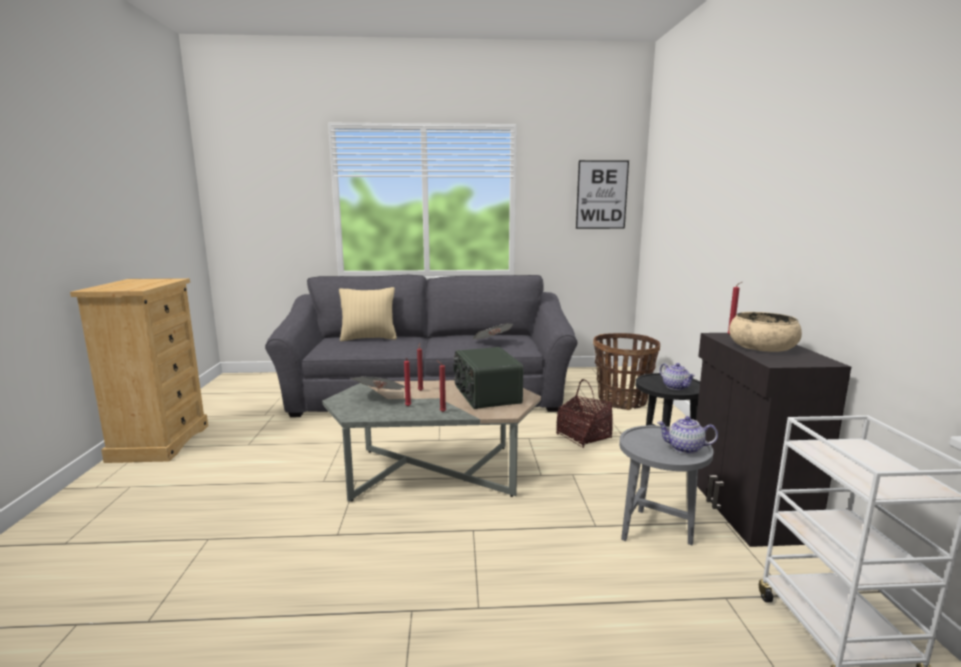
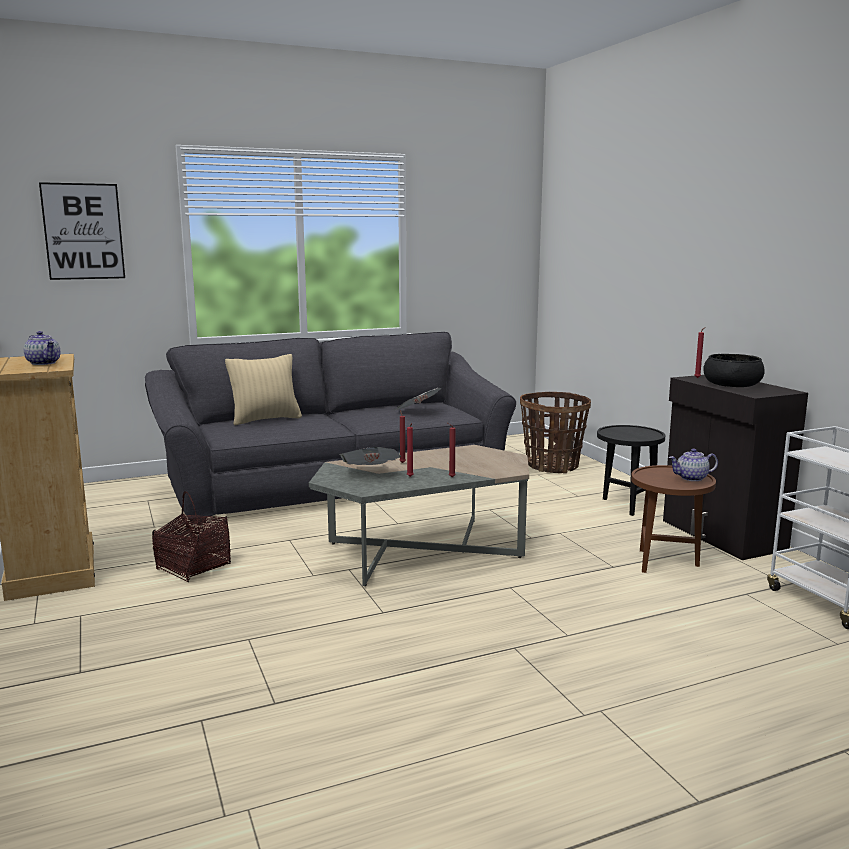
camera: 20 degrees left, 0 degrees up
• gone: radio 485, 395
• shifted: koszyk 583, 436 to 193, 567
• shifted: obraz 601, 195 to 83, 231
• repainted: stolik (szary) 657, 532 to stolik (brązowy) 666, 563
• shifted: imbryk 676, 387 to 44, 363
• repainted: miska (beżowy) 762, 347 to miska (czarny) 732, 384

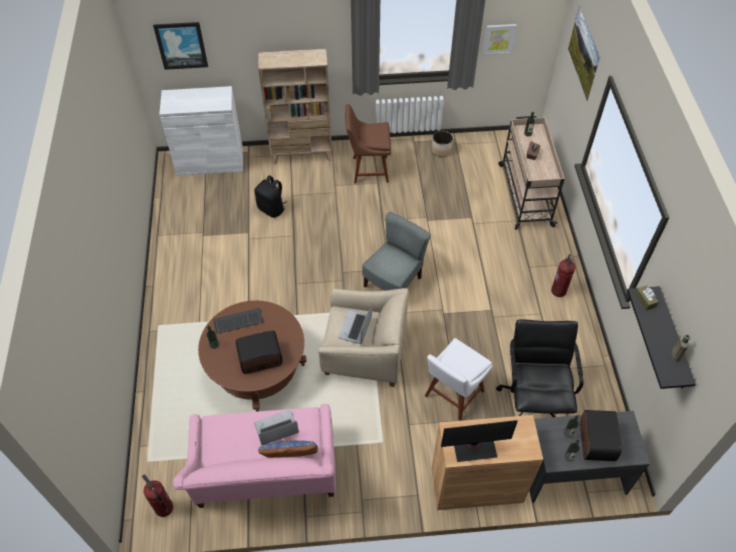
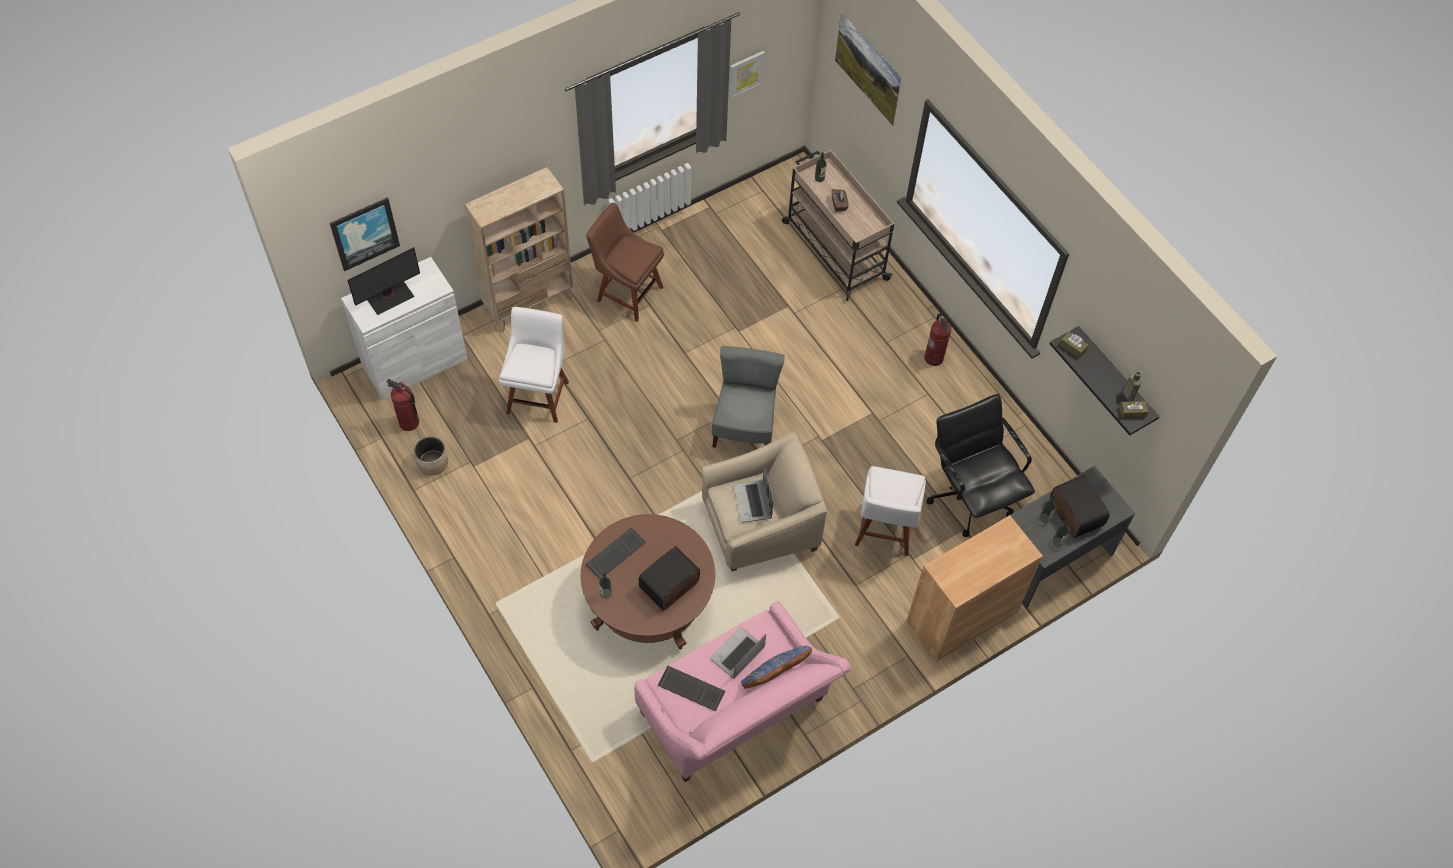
camera: 30 degrees left, 5 degrees up
• shifted: gaśnica 164, 508 to 409, 422
• swapped: plecak (czarny) 272, 209 to krzesło (biały) 538, 394
• rotated: krzesło (brązowy) 368, 169 = 627, 292 60 degrees clockwise
• shifted: donica 441, 150 to 432, 462
• shifted: monitor 474, 446 to 389, 296
• new: klawiatura 690, 689
• new: pudełko chusteczek (brązowy) 1132, 412

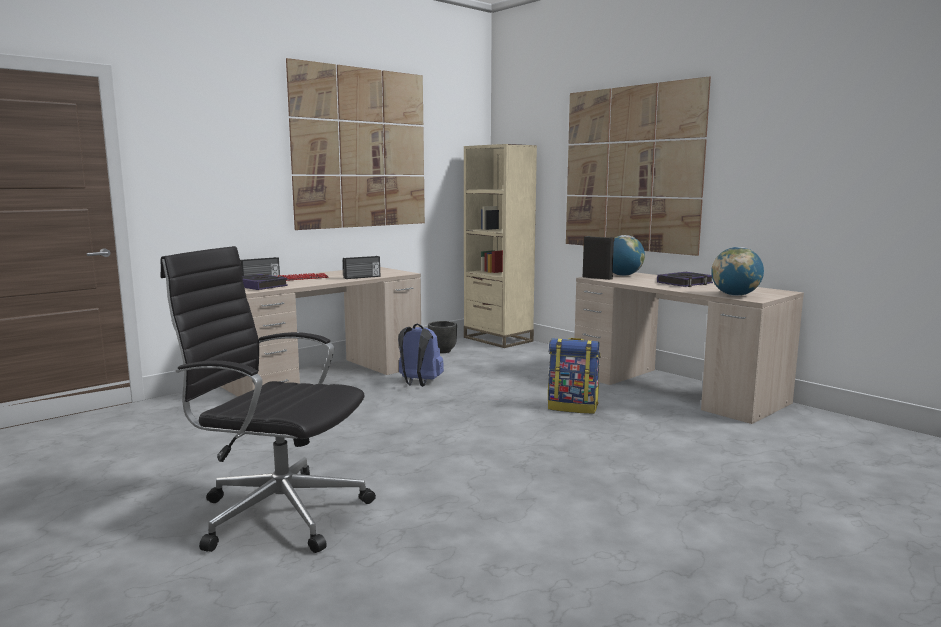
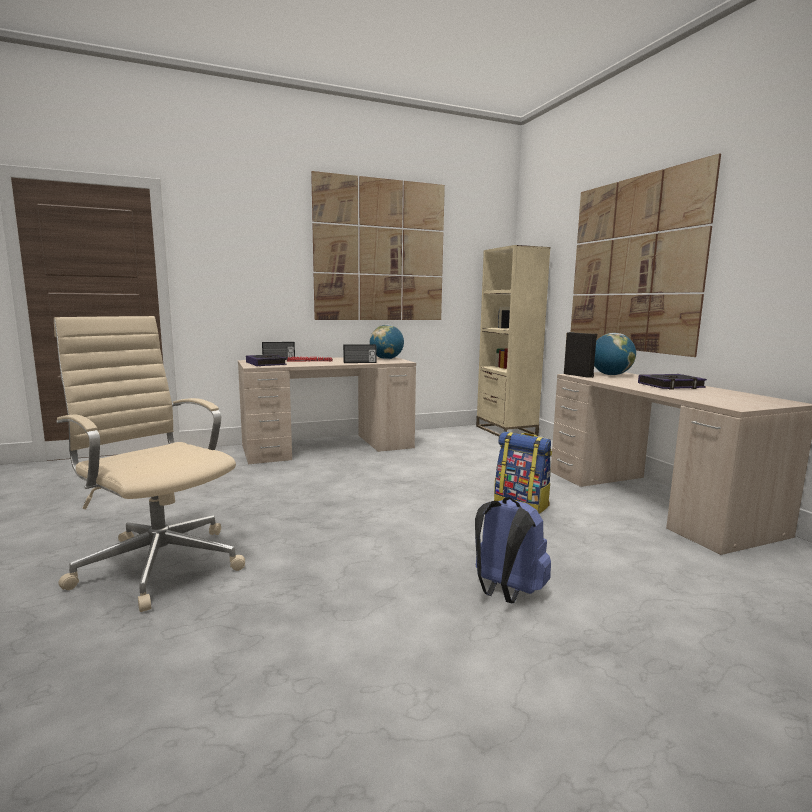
camera: 20 degrees right, 0 degrees up
• repainted: krzesło biurowe (czarny) 278, 512 to krzesło biurowe (beżowy) 159, 563
• shifted: plecak (niebieski) 419, 383 to 506, 592
• gone: donica (czarny) 442, 351
• shifted: globus 735, 295 to 386, 359

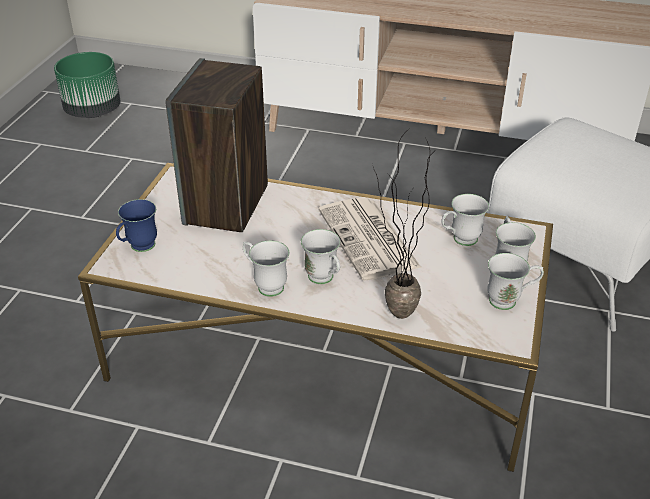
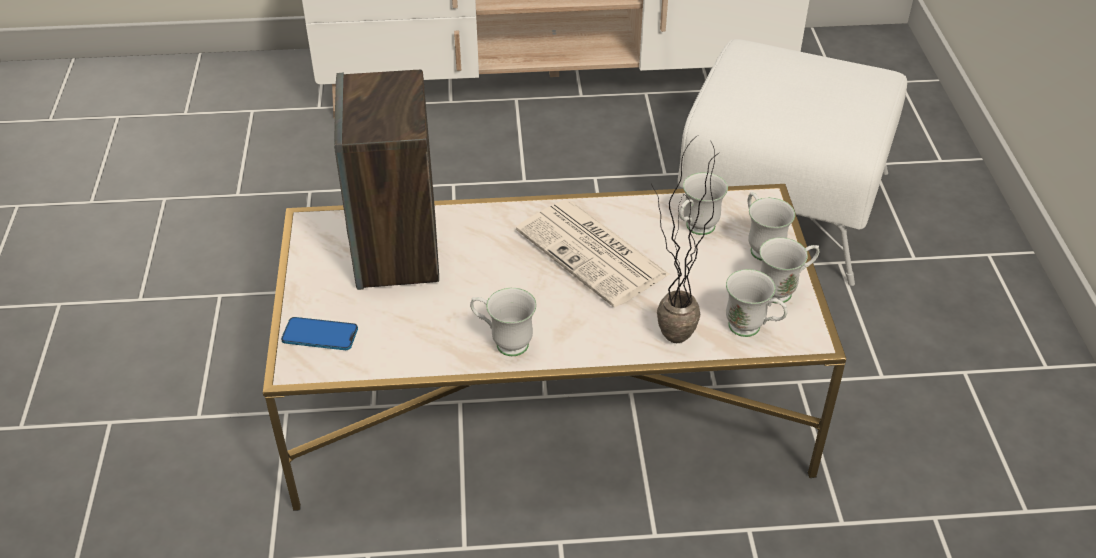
camera: 20 degrees left, 5 degrees up
• gone: donica (zielony) 93, 111
• swapped: kubek (niebieski) 138, 248 to telefon 320, 335
• shifted: kubek (biały) 324, 280 to 752, 330

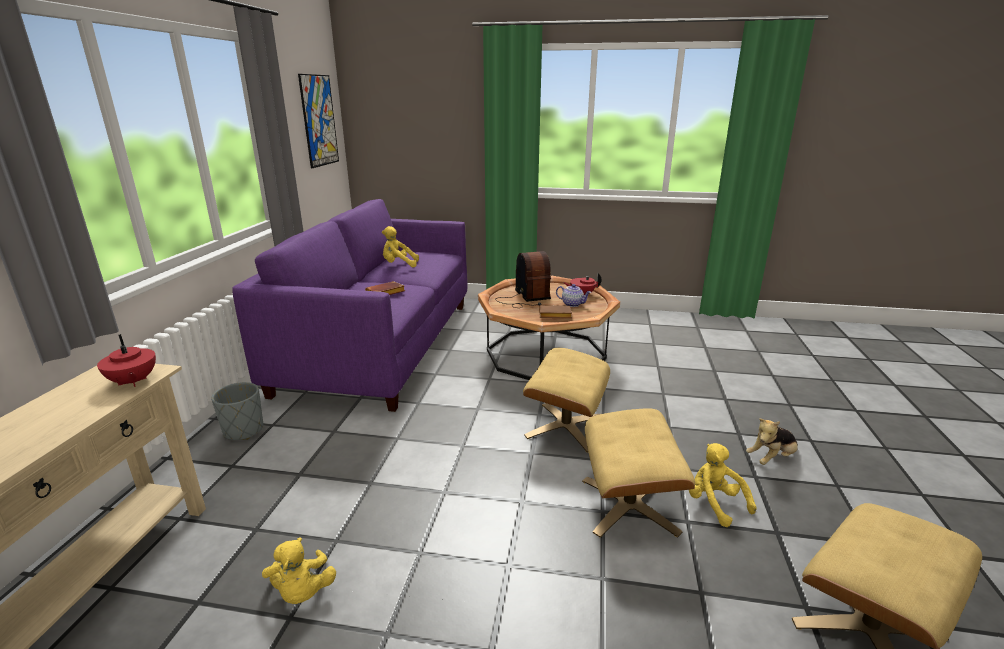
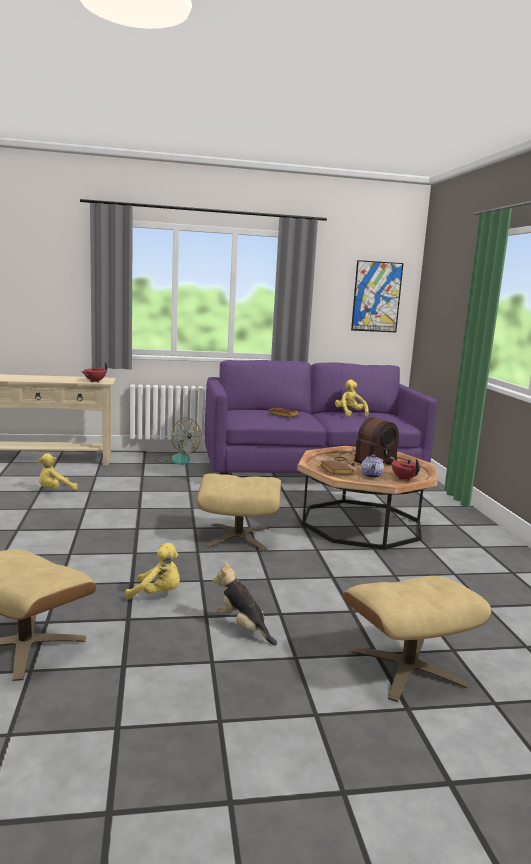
camera: 70 degrees right, 10 degrees down
• swapped: donica (szary) 243, 430 to wentylator 176, 459
• shifted: pufa (beżowy) 629, 506 to 407, 668
• rotated: pluszak (żółty) 715, 503 = 158, 594 60 degrees clockwise

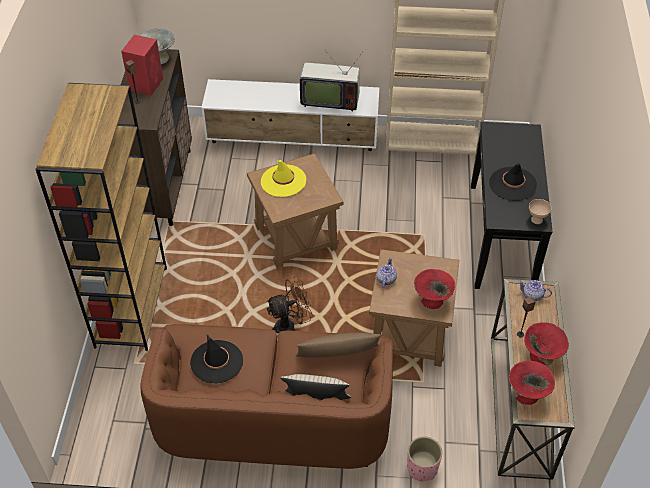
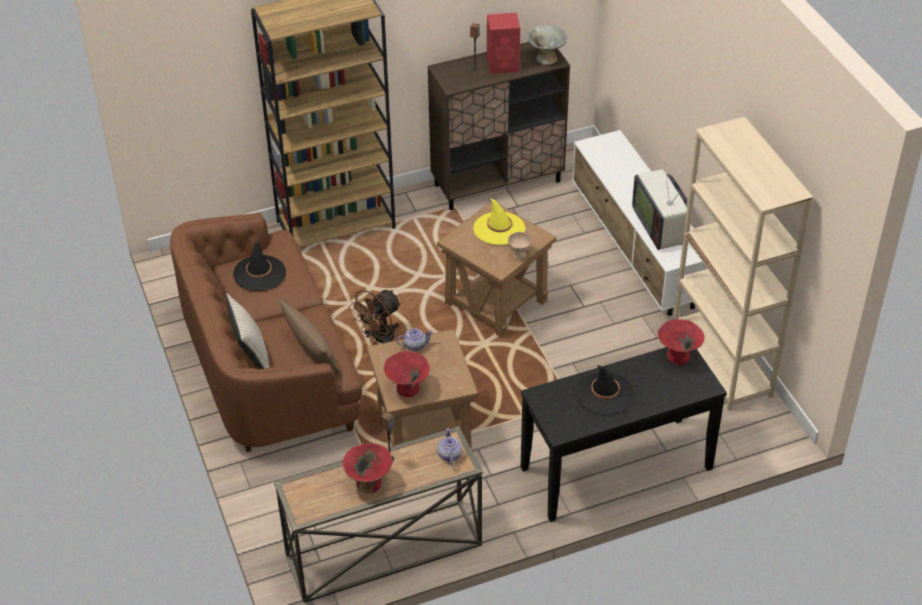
camera: 65 degrees right, 5 degrees down
• rotated: wentylator (brązowy) 290, 326 = 379, 339 90 degrees clockwise
• gone: donica (różowy) 422, 468
• shifted: miska (czerwony) 526, 395 to 678, 356
• shifted: miska (beżowy) 537, 220 to 519, 255

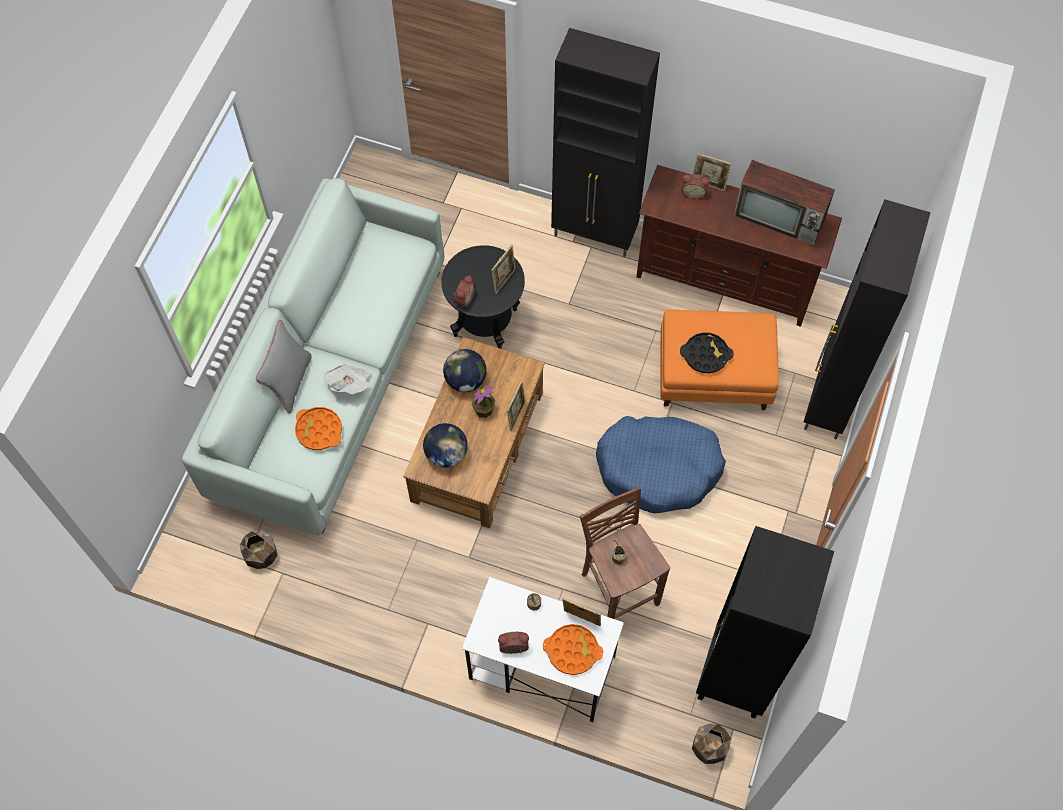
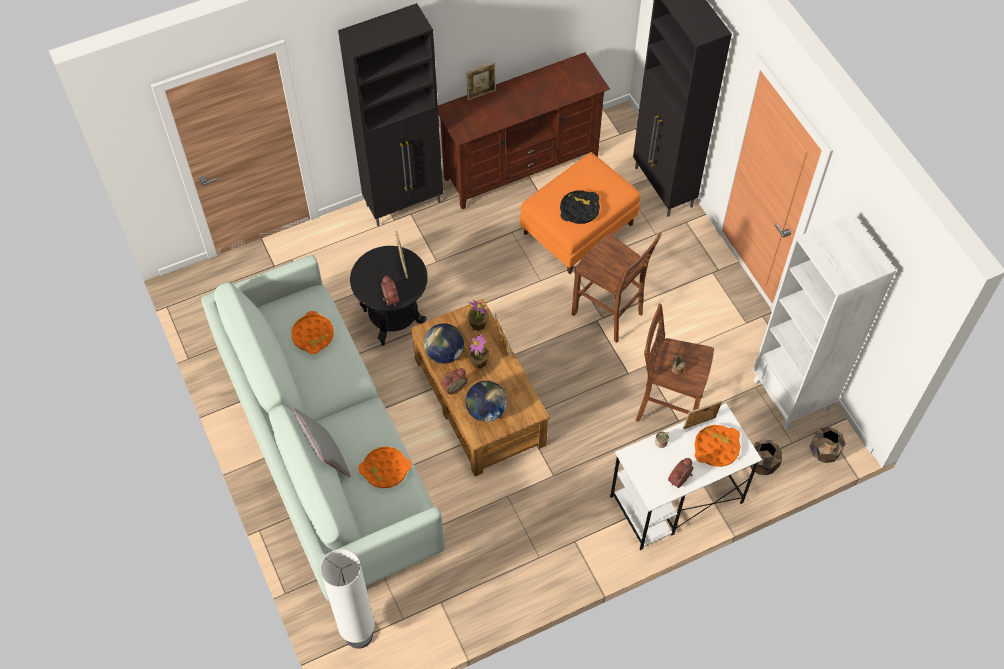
camera: 45 degrees left, 5 degrees down
• shifted: donica (brązowy) 261, 555 to 761, 464
• gone: gazeta 350, 384
• swapped: legowisko (niebieski) 658, 468 to stołek (brązowy) 609, 314
• shifted: budzik 693, 192 to 453, 386
• repainted: regał (czarny) 736, 676 to regał (biały) 792, 395
• gone: telewizor 780, 219
• new: taca (pomarańczowy) 313, 335
• new: lampa stojąca (biały) 359, 635
• new: roślina doniczkowa 478, 324

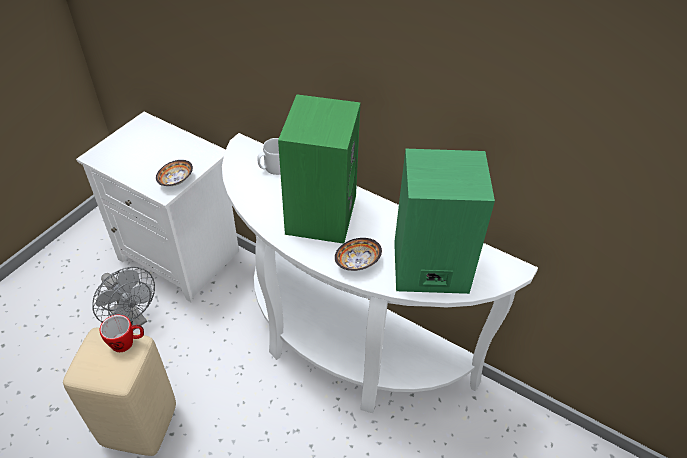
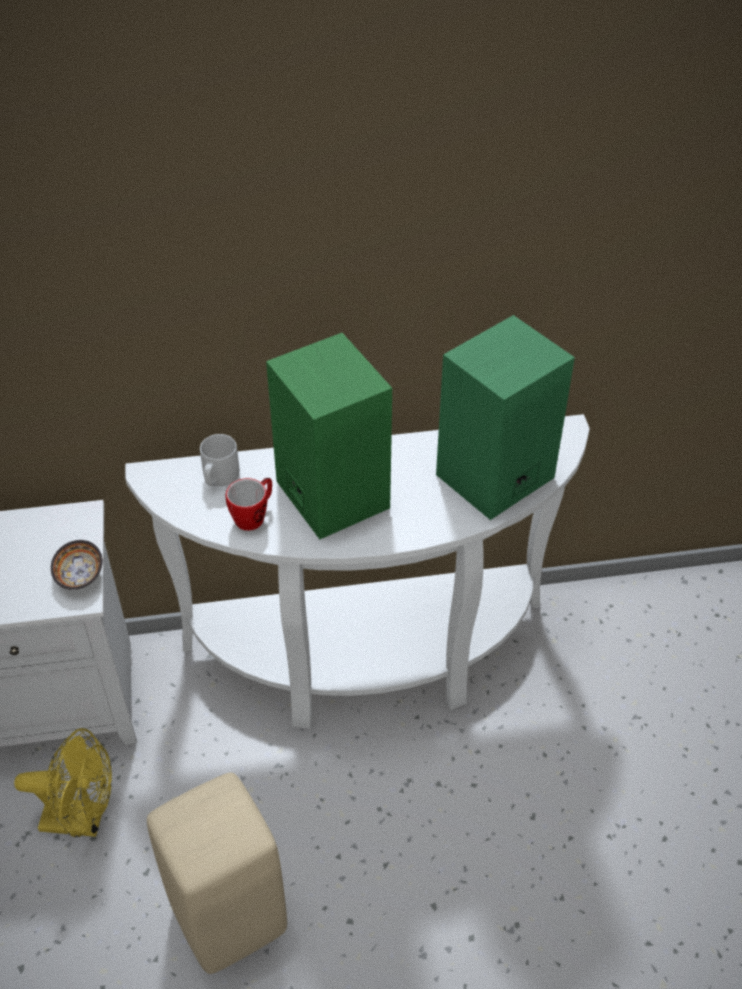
camera: 40 degrees left, 0 degrees up
• repainted: wentylator (szary) 132, 321 to wentylator (żółty) 83, 819
• shifted: kubek 127, 343 to 254, 516
• gone: miska 357, 262

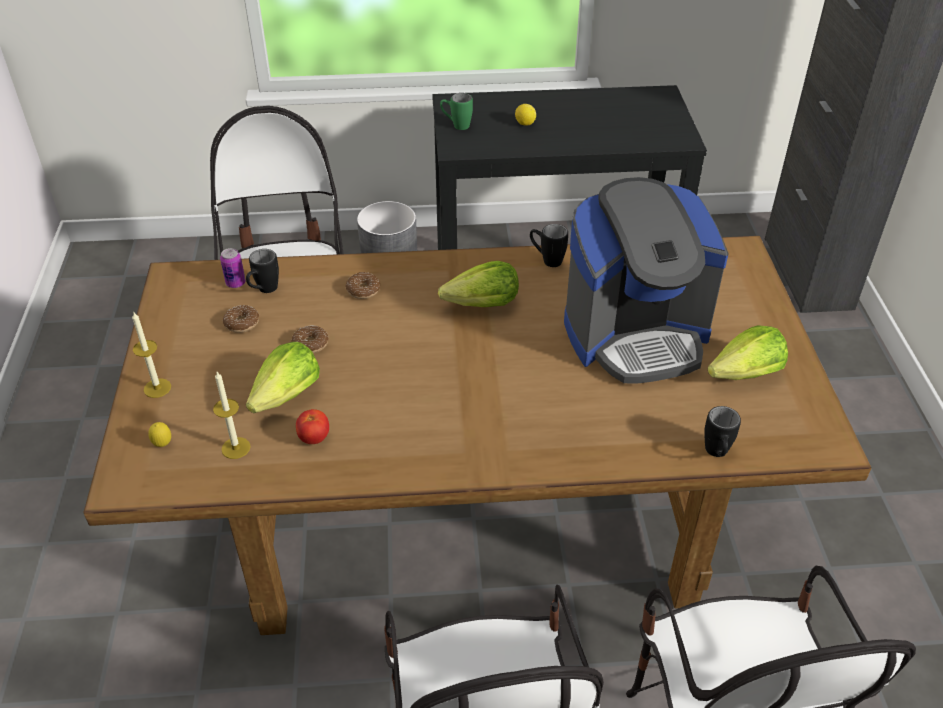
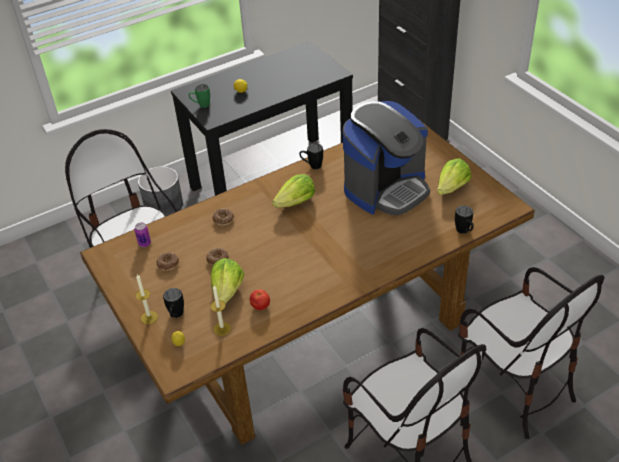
camera: 25 degrees left, 0 degrees up
• shifted: kubek (czarny) 264, 291 to 176, 316

